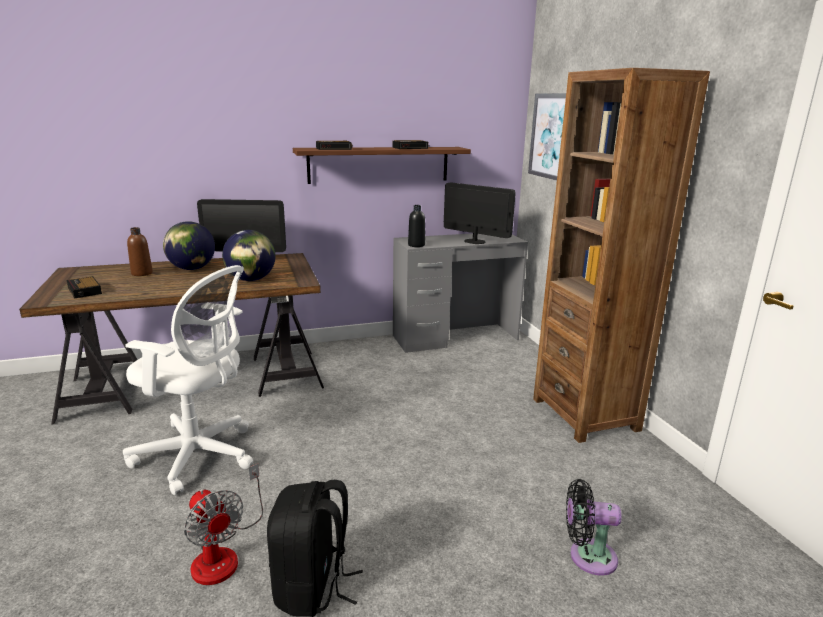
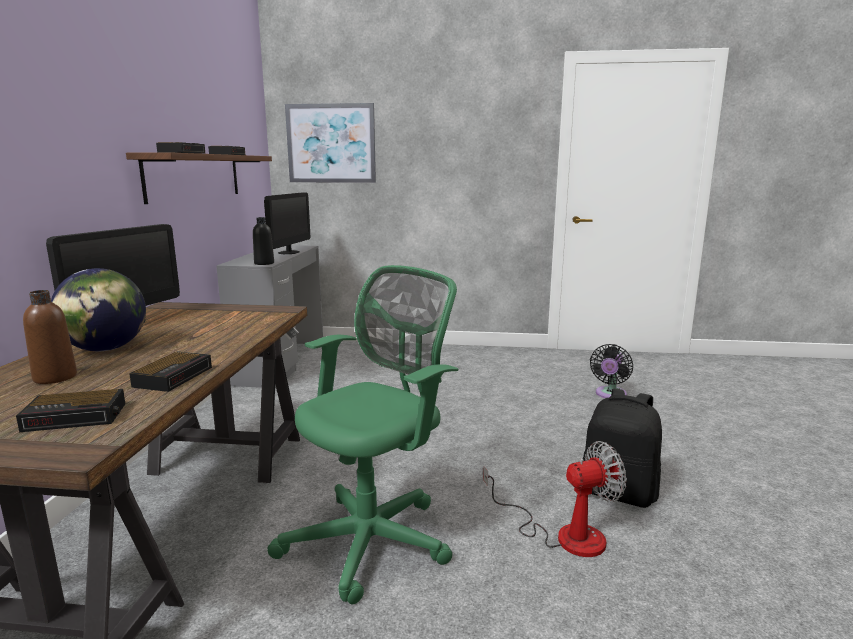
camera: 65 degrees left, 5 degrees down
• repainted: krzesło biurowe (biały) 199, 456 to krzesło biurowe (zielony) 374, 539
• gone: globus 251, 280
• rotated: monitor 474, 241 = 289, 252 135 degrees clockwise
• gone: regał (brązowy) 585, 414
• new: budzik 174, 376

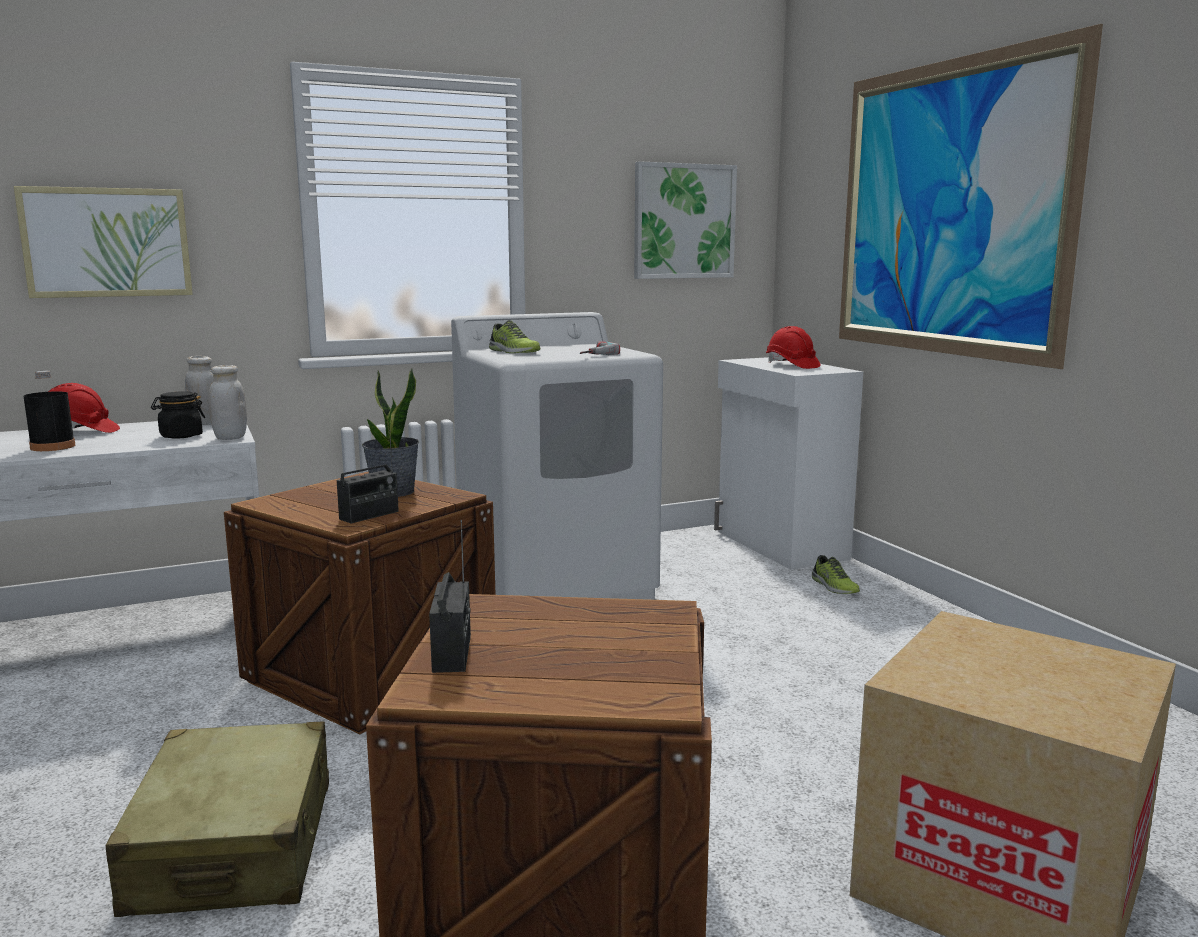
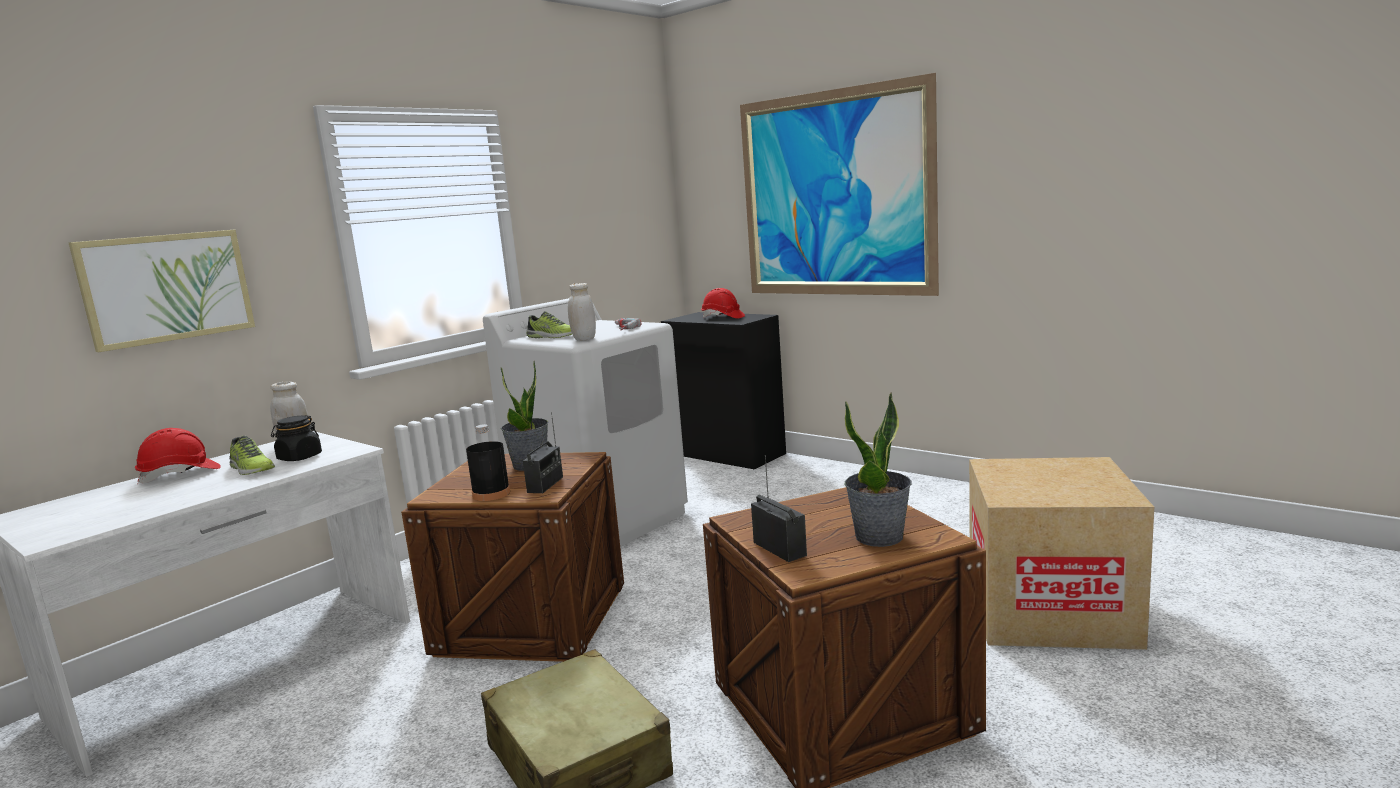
camera: 25 degrees left, 0 degrees up
• shifted: butelka (czarny) 53, 447 to 491, 494
• shifted: słoik (biały) 230, 437 to 584, 339
• gone: obraz 683, 221
• repainted: szafka (biały) 779, 545 to szafka (czarny) 729, 455
• shifted: but 833, 586 to 251, 469
• new: roślina doniczkowa 879, 537

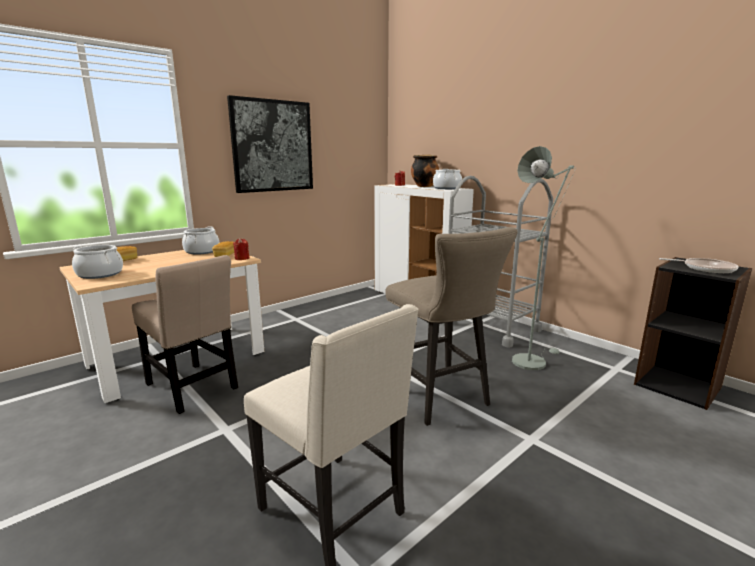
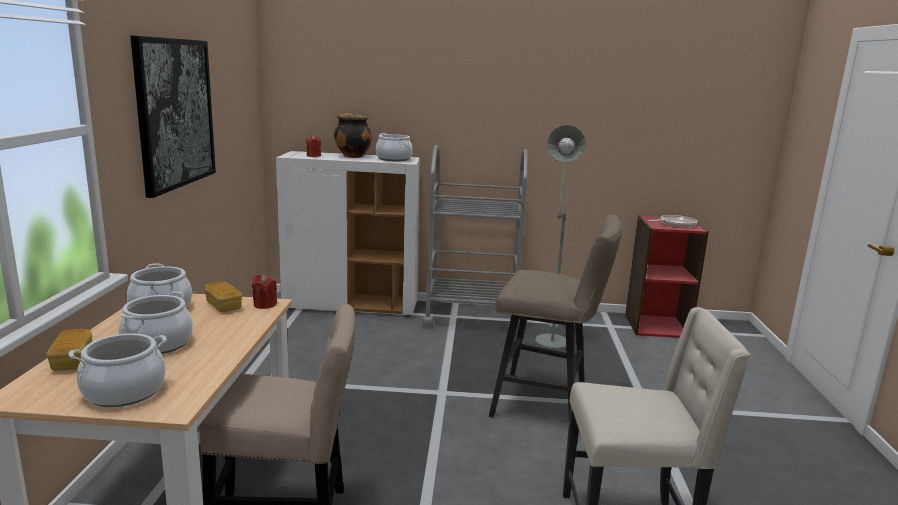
camera: 45 degrees left, 0 degrees up
• repainted: regał (czarny) 678, 385 to regał (czerwony) 656, 326
• new: garnek 157, 344

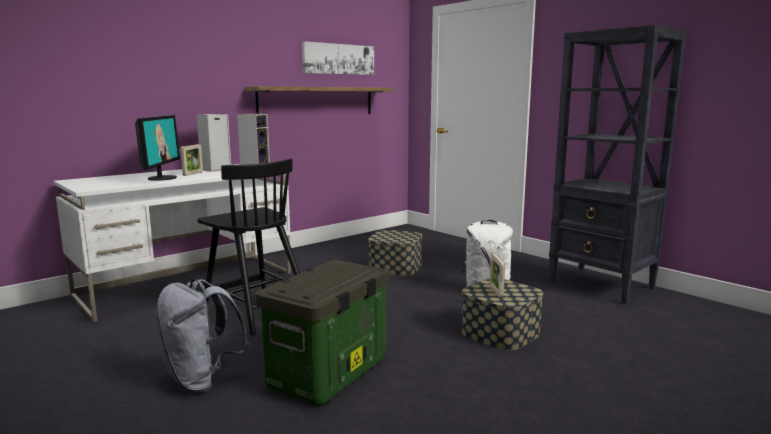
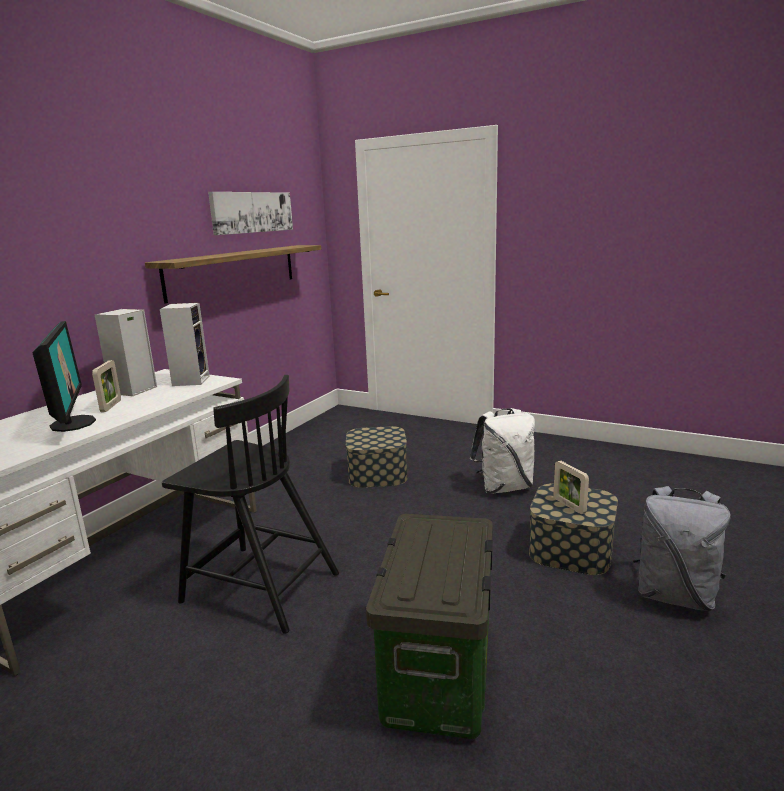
camera: 20 degrees left, 5 degrees up
• shifted: plecak (szary) 202, 380 to 674, 595
• gone: regał (czarny) 601, 285

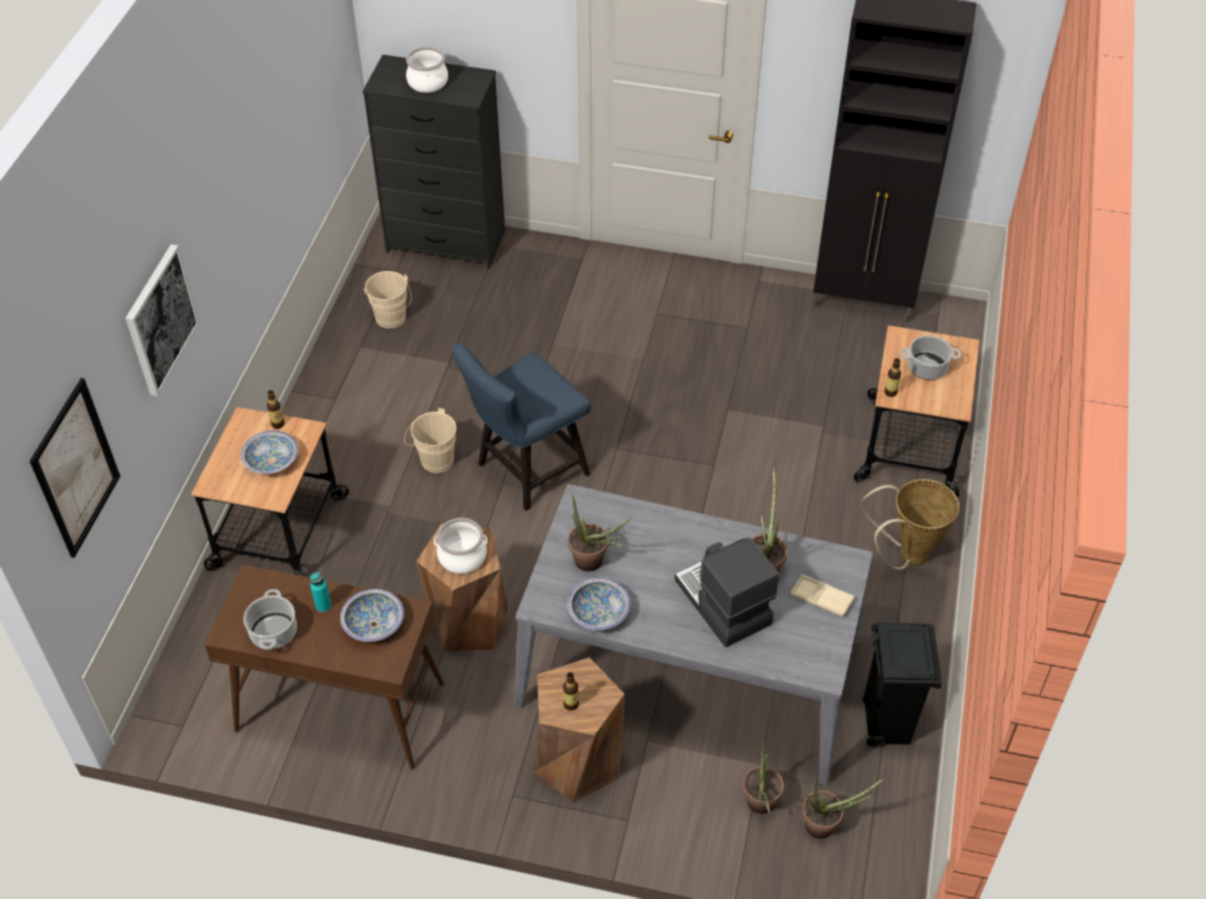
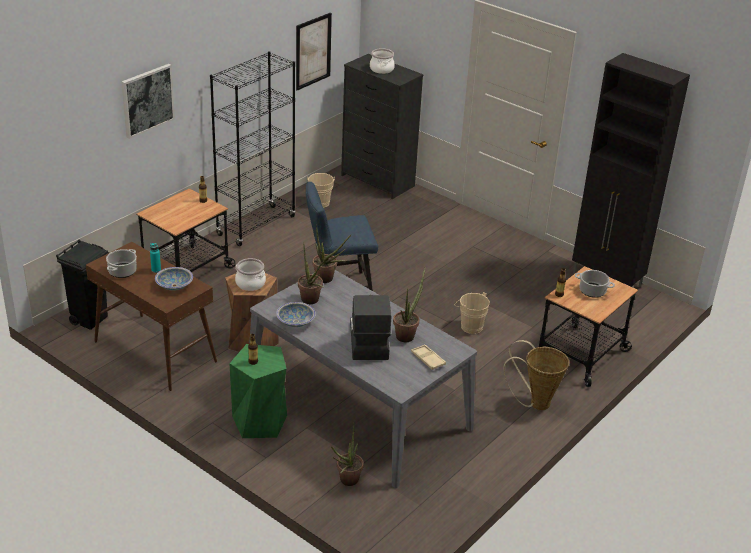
camera: 25 degrees right, 15 degrees down
• shifted: obraz 76, 468 to 313, 51
• gone: miska 271, 461
• shifted: wiadro (beżowy) 433, 459 to 469, 326
• repainted: stołek (brązowy) 577, 762 to stołek (zielony) 260, 422
• shifted: roślina doniczkowa 826, 826 to 327, 279
• shifted: kosz na śmieci (czarny) 886, 724 to 90, 319
• new: regał (czarny) 256, 226

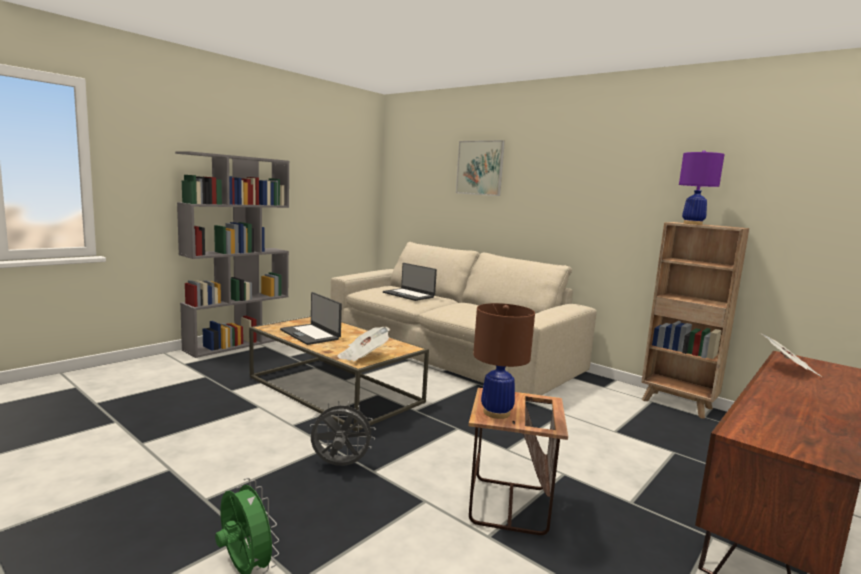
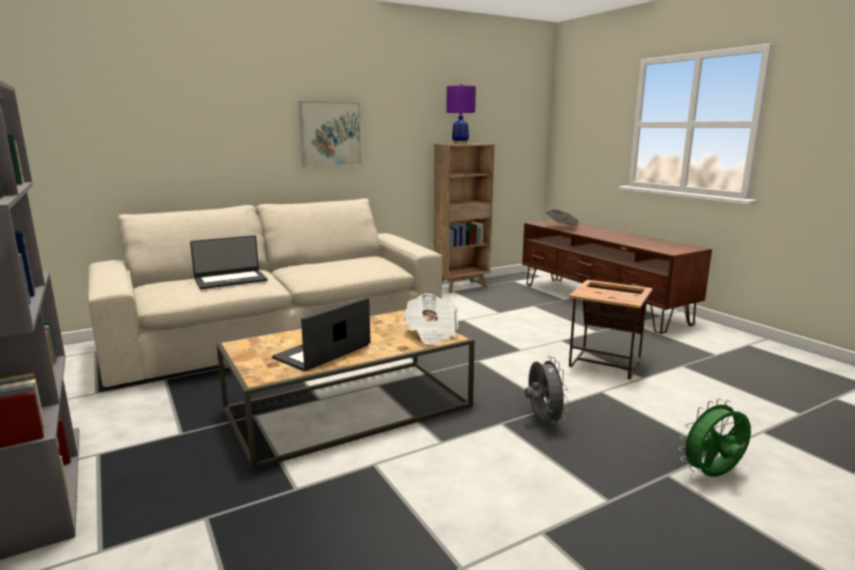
camera: 70 degrees left, 5 degrees up
• rotated: laptop 310, 334 = 323, 352 150 degrees clockwise
• rotated: wentylator (szary) 340, 466 = 542, 421 150 degrees clockwise
• shifted: obraz 480, 168 to 330, 134
• gone: lampa stołowa (brązowy) 496, 412

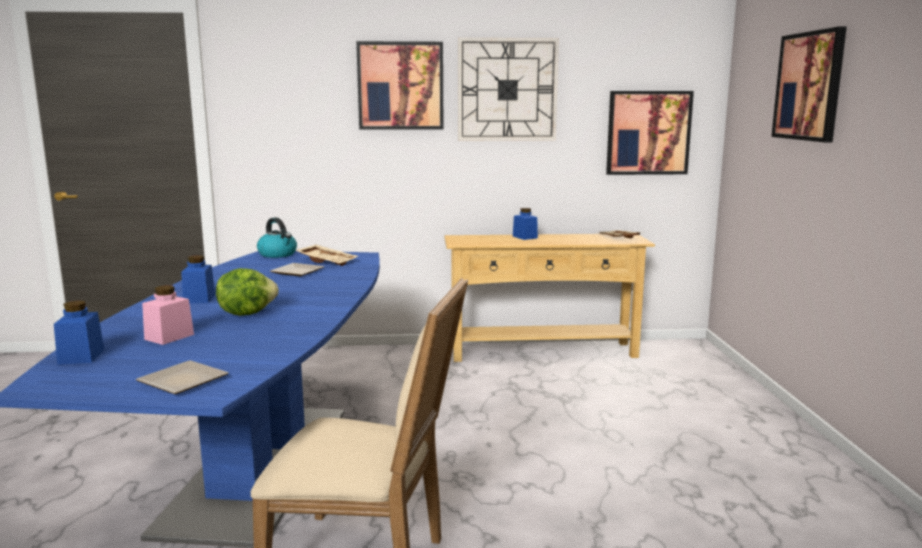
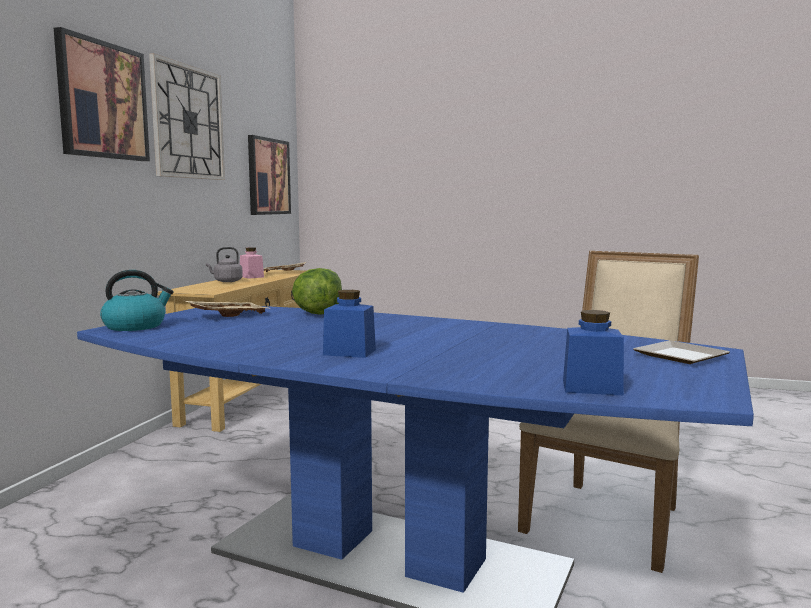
camera: 70 degrees left, 5 degrees down
• shifted: słoik (różowy) 169, 337 to 251, 277
• shifted: sałata 246, 313 to 318, 313
• gone: talerz 297, 272
• swapped: słoik (niebieski) 525, 237 to czajnik (szary) 226, 281
• gone: obraz 809, 86

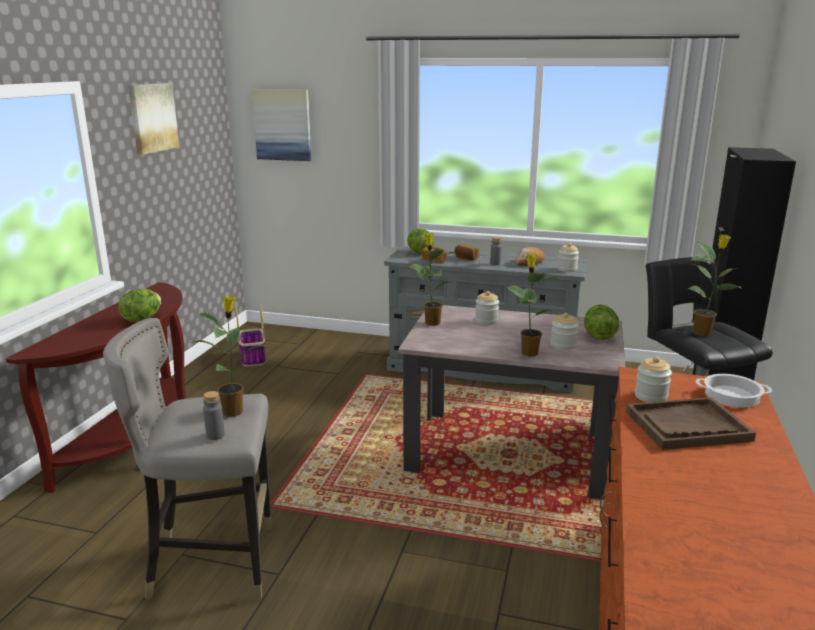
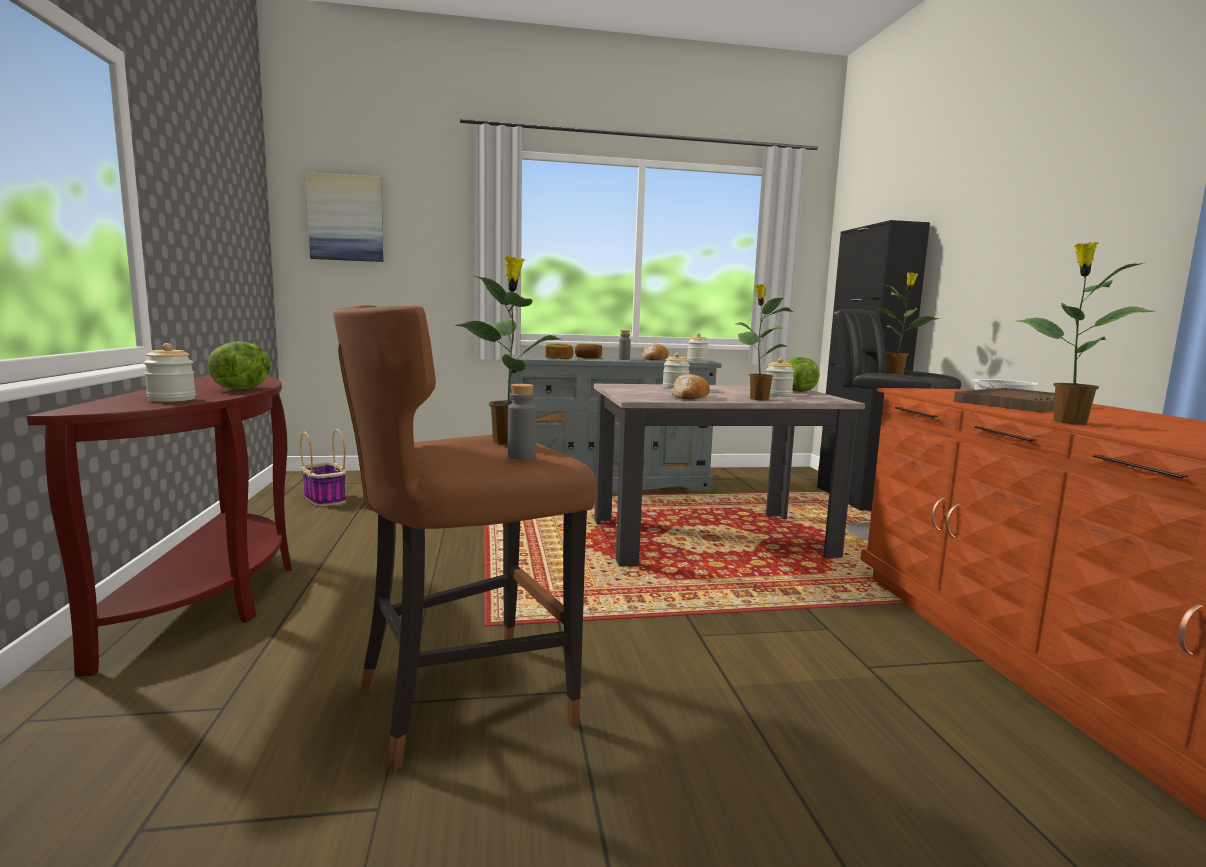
camera: 25 degrees left, 10 degrees down
• repainted: stołek (szary) 212, 563 to stołek (brązowy) 463, 702
• gone: obraz 152, 117
• gone: sałata 419, 252
• shifted: roślina doniczkowa 431, 322 to 1067, 422
• shifted: słoik 651, 396 to 172, 399
• new: chleb 689, 396

